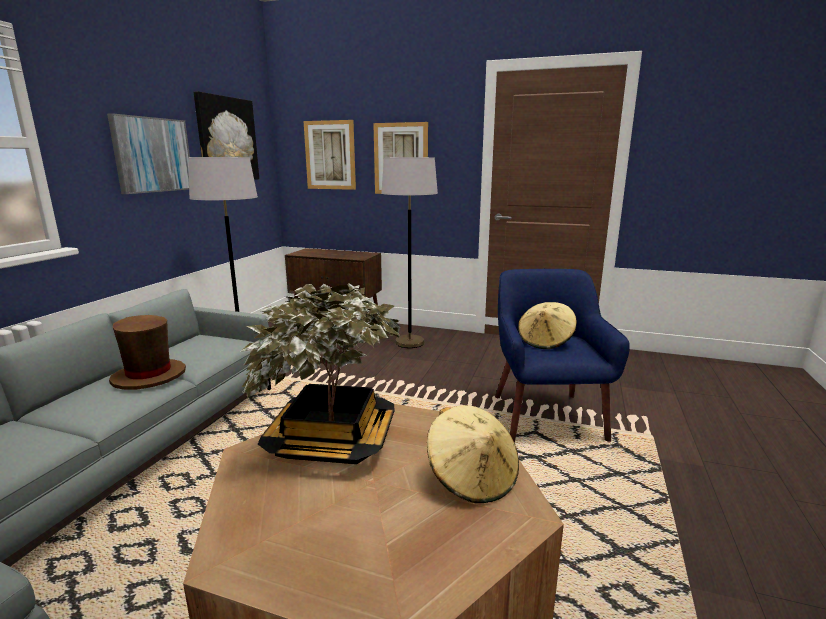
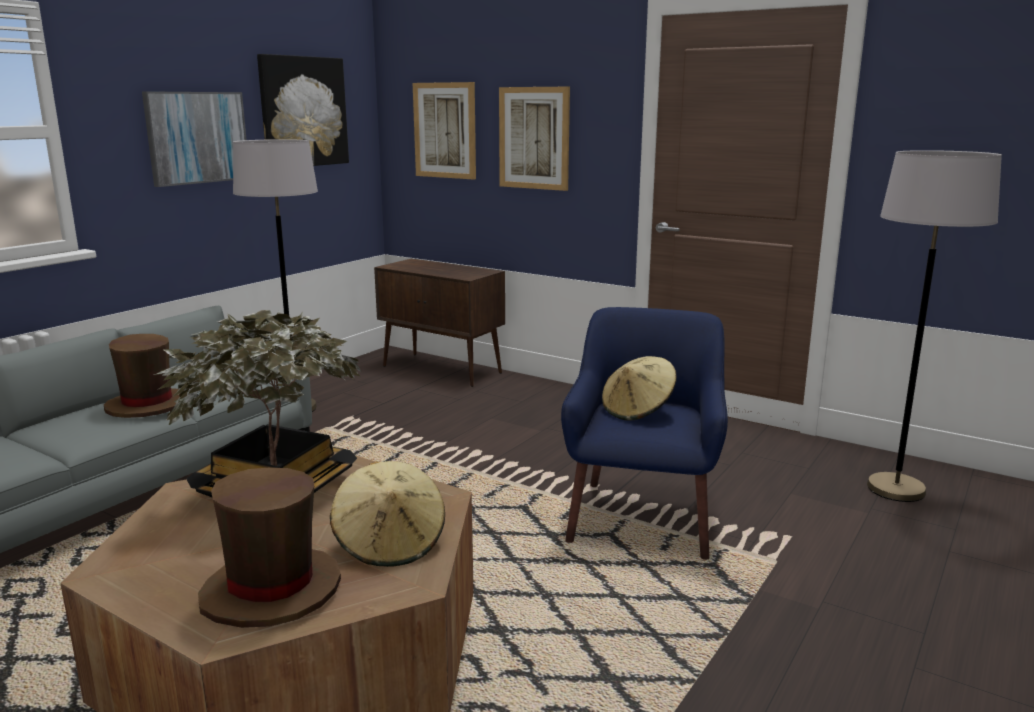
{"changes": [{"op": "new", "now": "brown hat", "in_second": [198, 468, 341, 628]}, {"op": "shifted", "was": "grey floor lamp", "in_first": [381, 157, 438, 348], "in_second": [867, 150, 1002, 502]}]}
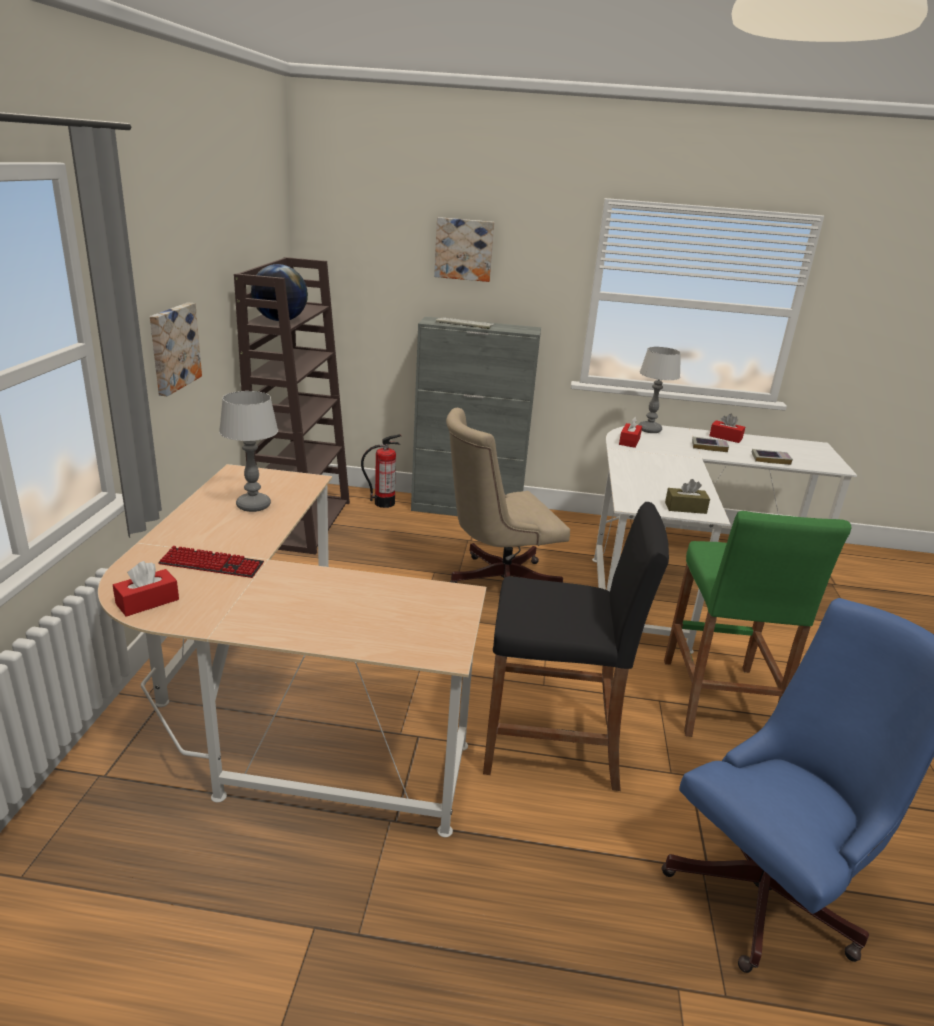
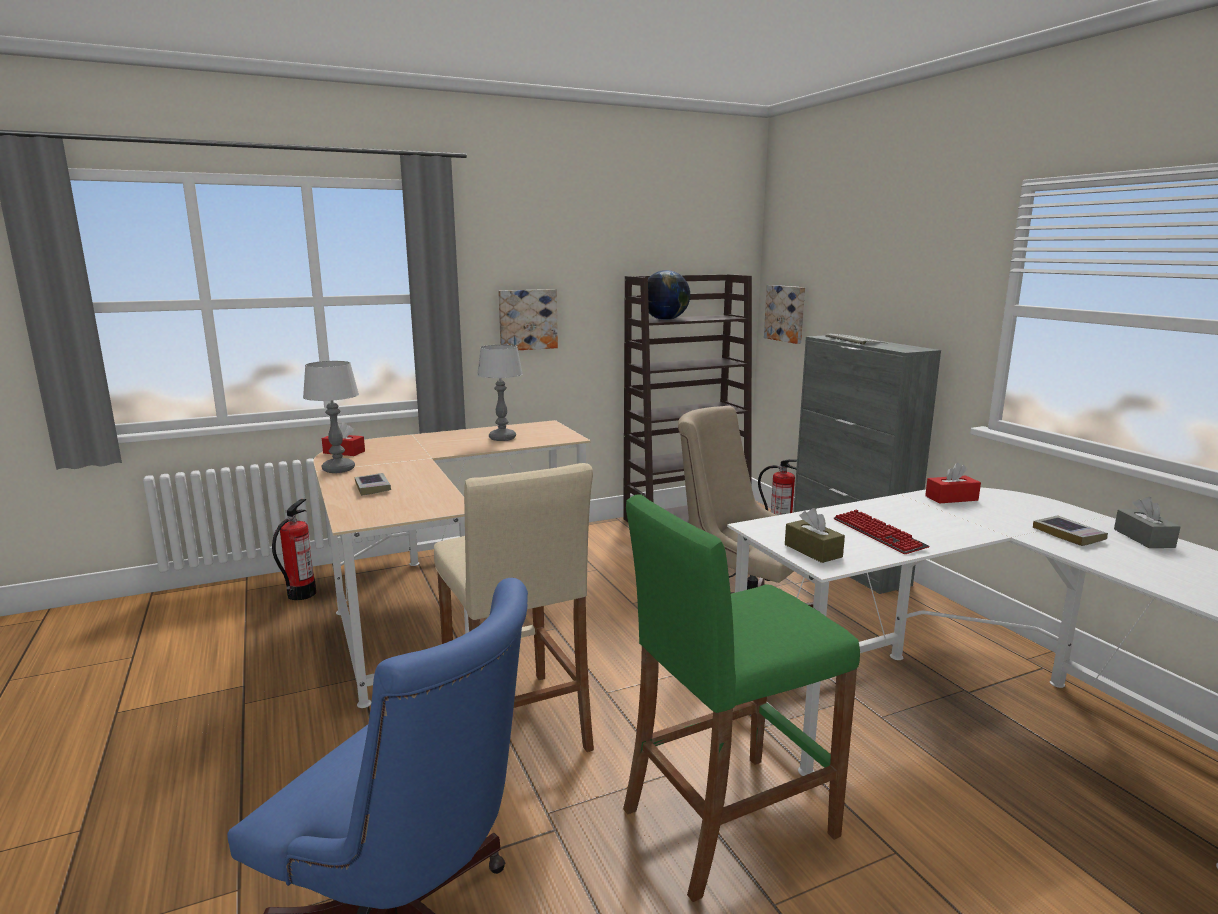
{"changes": [{"op": "new", "now": "fire extinguisher", "in_second": [272, 499, 316, 600]}, {"op": "shifted", "was": "keyboard", "in_first": [158, 546, 264, 578], "in_second": [834, 510, 929, 554]}, {"op": "shifted", "was": "picture", "in_first": [434, 217, 494, 282], "in_second": [764, 285, 805, 344]}, {"op": "shifted", "was": "table lamp", "in_first": [638, 347, 681, 433], "in_second": [303, 361, 359, 473]}, {"op": "shifted", "was": "book", "in_first": [752, 449, 793, 465], "in_second": [354, 473, 391, 496]}, {"op": "repainted", "was": "black stool", "now": "beige stool", "in_first": [483, 502, 669, 791], "in_second": [434, 463, 594, 752]}, {"op": "repainted", "was": "red tissue box", "now": "grey tissue box", "in_first": [709, 414, 745, 443], "in_second": [1114, 497, 1180, 548]}]}
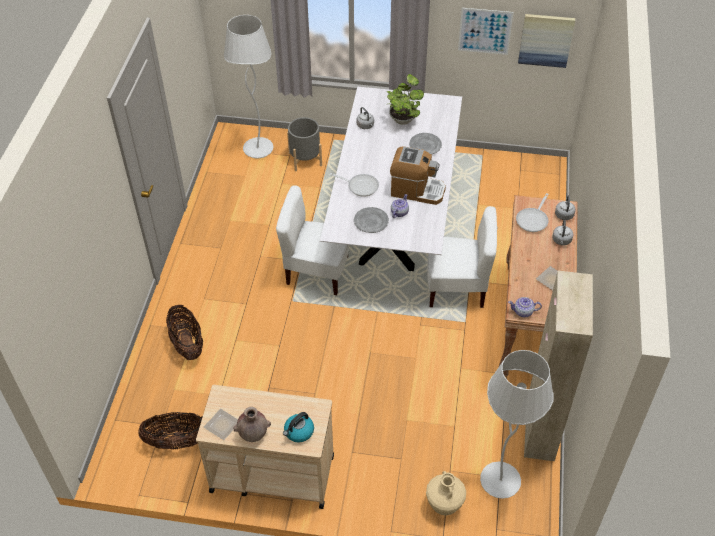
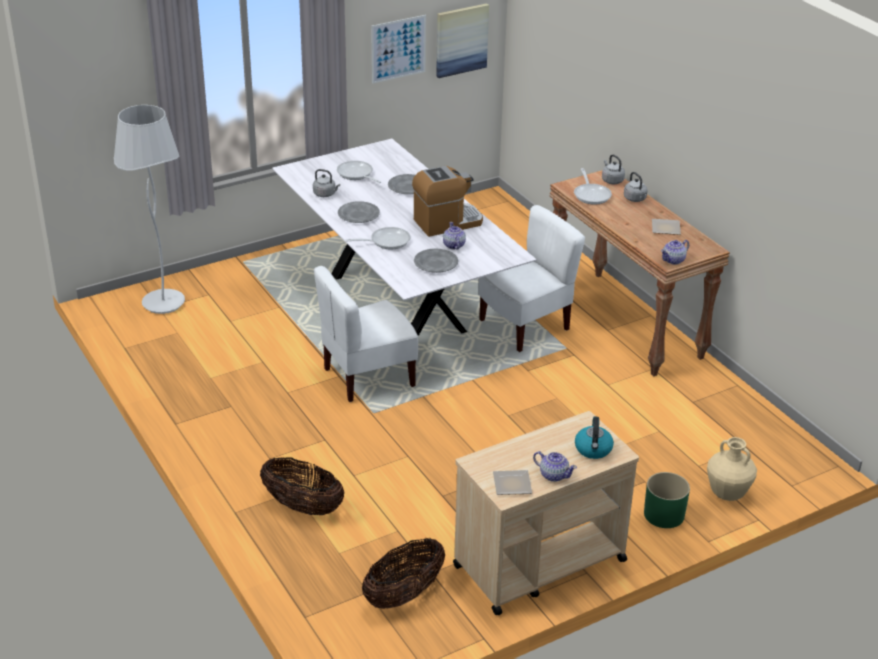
{"changes": [{"op": "gone", "was": "grey planter", "in_first": [287, 117, 322, 171]}, {"op": "gone", "was": "white floor lamp", "in_first": [480, 350, 554, 499]}, {"op": "gone", "was": "beige cabinet", "in_first": [524, 271, 593, 461]}, {"op": "new", "now": "grey plate", "in_second": [338, 201, 380, 223]}, {"op": "new", "now": "green planter", "in_second": [644, 472, 690, 528]}, {"op": "swapped", "was": "brown vase", "now": "teapot", "in_first": [233, 407, 271, 442], "in_second": [533, 451, 577, 482]}, {"op": "swapped", "was": "potted plant", "now": "frying pan", "in_first": [387, 74, 424, 125], "in_second": [337, 161, 381, 183]}]}
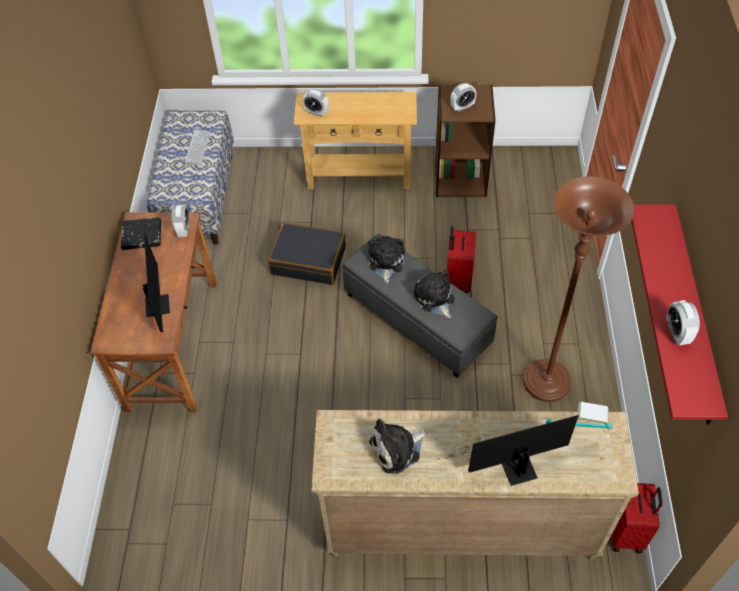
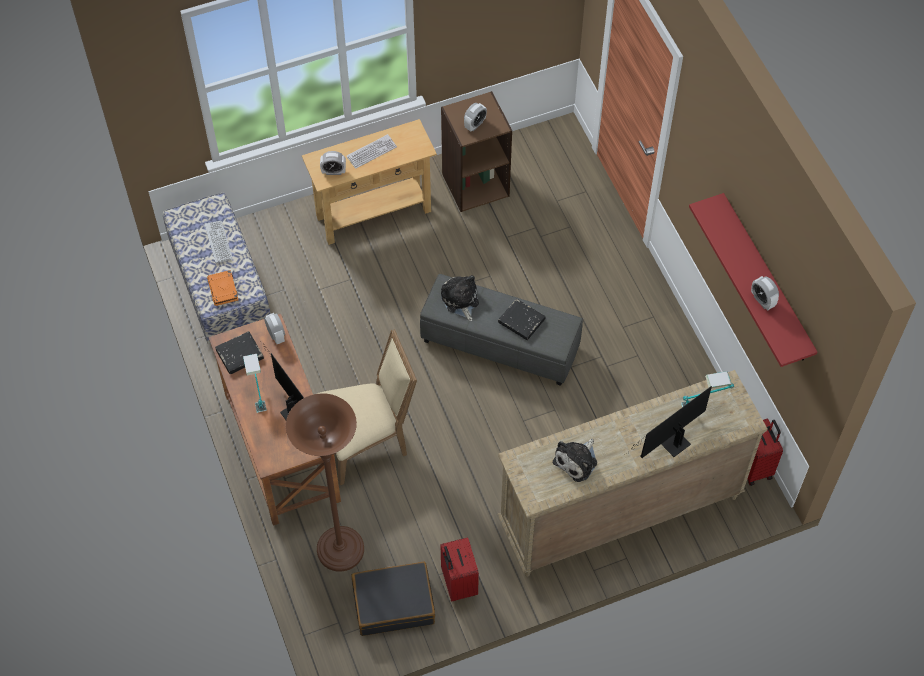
{"changes": [{"op": "new", "now": "orange book", "in_second": [207, 270, 238, 306]}, {"op": "new", "now": "table lamp", "in_second": [243, 354, 267, 413]}, {"op": "new", "now": "beige chair", "in_second": [317, 329, 417, 485]}, {"op": "new", "now": "keyboard", "in_second": [346, 134, 397, 169]}, {"op": "shifted", "was": "black suitcase", "in_first": [268, 223, 346, 285], "in_second": [351, 561, 435, 636]}, {"op": "shifted", "was": "red suitcase", "in_first": [447, 226, 476, 293], "in_second": [440, 537, 479, 602]}, {"op": "shifted", "was": "brown floor lamp", "in_first": [523, 176, 634, 402], "in_second": [286, 393, 364, 572]}, {"op": "swapped", "was": "plush toy", "now": "black book", "in_first": [414, 270, 455, 318], "in_second": [498, 298, 545, 340]}]}
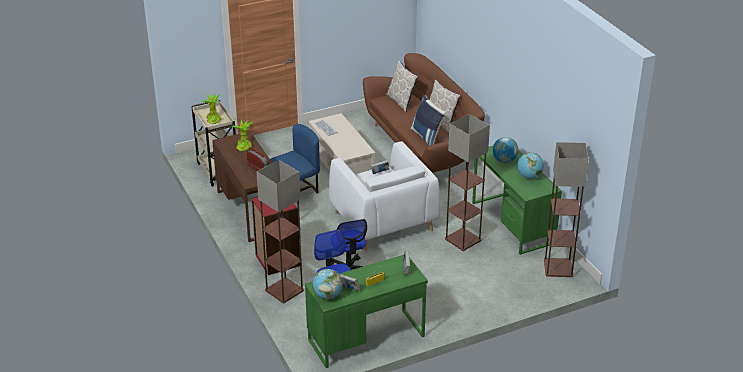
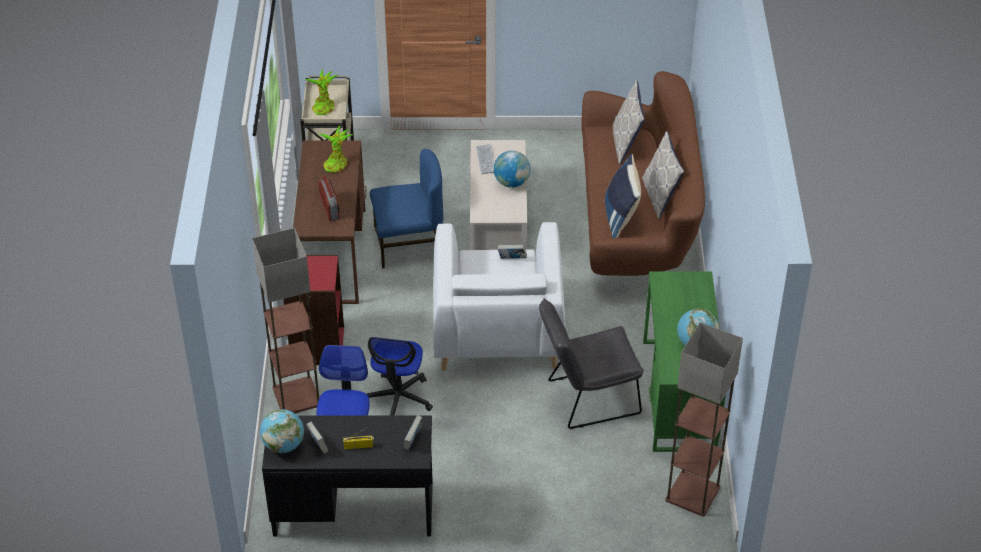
{"changes": [{"op": "shifted", "was": "globe", "in_first": [493, 137, 519, 163], "in_second": [494, 151, 530, 188]}, {"op": "swapped", "was": "floor lamp", "now": "grey chair", "in_first": [445, 114, 490, 251], "in_second": [539, 298, 644, 429]}, {"op": "repainted", "was": "green desk", "now": "black desk", "in_first": [305, 255, 428, 368], "in_second": [262, 415, 433, 537]}]}
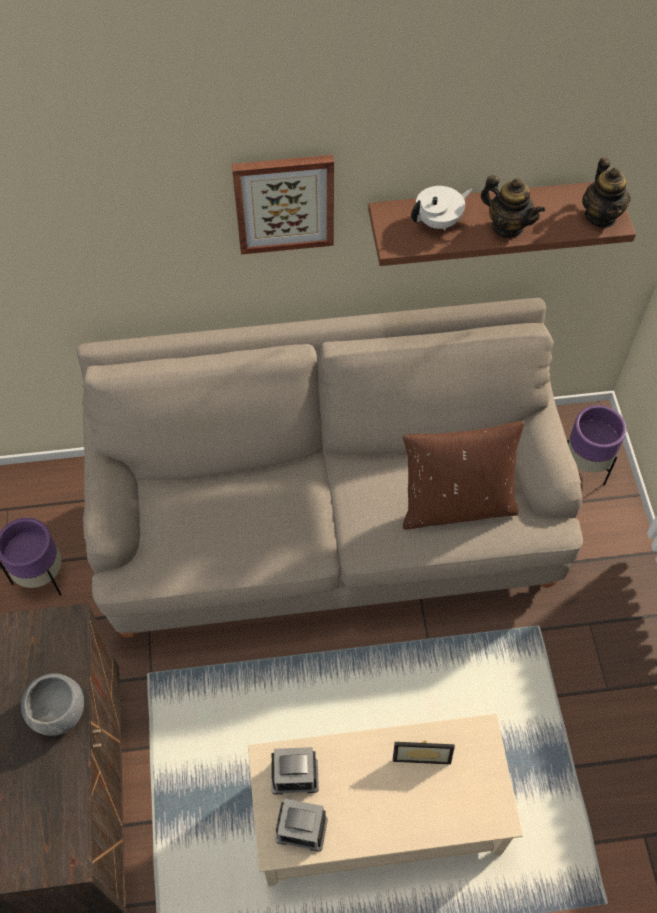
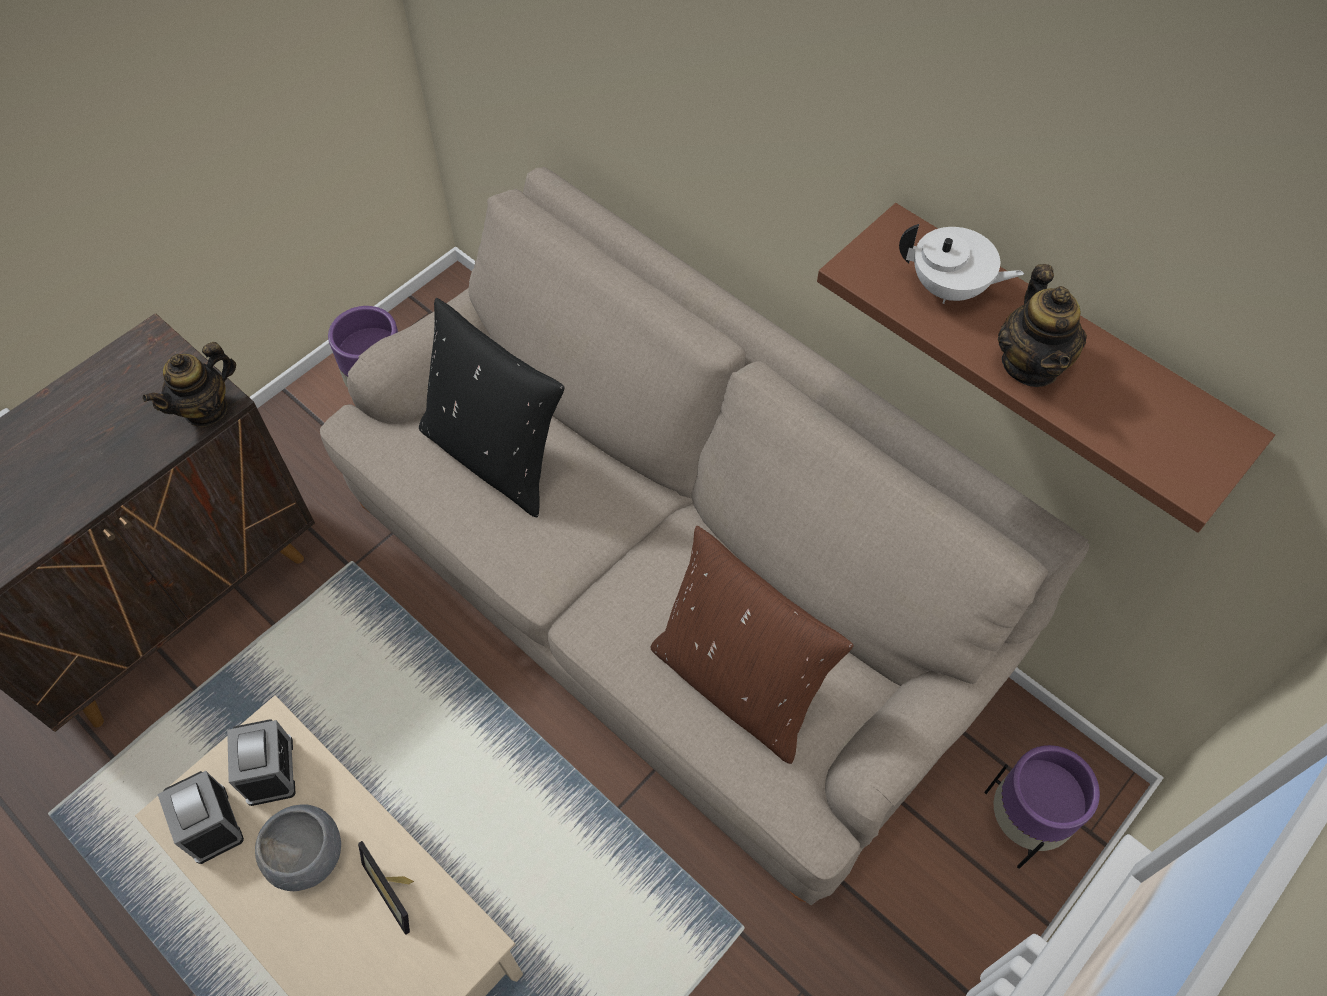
{"changes": [{"op": "gone", "was": "picture", "in_first": [232, 155, 334, 254]}, {"op": "new", "now": "black pillow", "in_second": [419, 298, 565, 517]}, {"op": "shifted", "was": "grey bowl", "in_first": [21, 673, 84, 736], "in_second": [255, 804, 341, 891]}, {"op": "shifted", "was": "teapot", "in_first": [582, 158, 631, 228], "in_second": [142, 342, 236, 427]}, {"op": "rotated", "was": "alarm clock", "in_first": [271, 747, 319, 794], "in_second": [227, 719, 296, 806], "clockwise": -150}]}
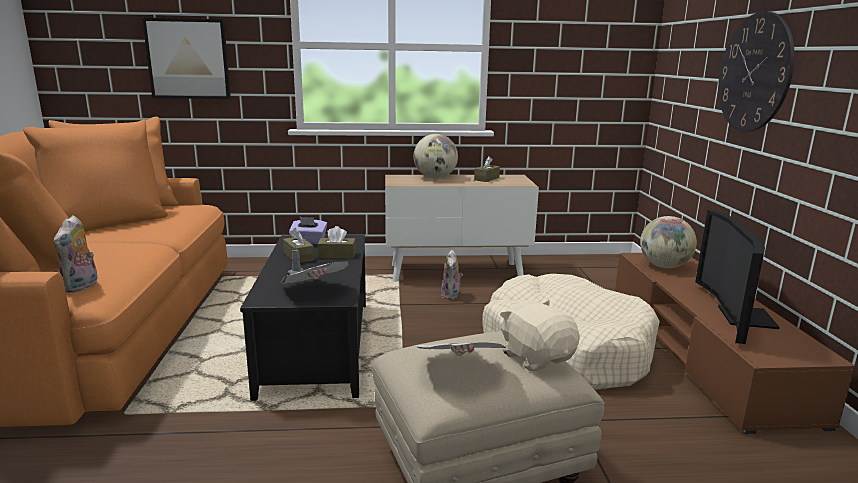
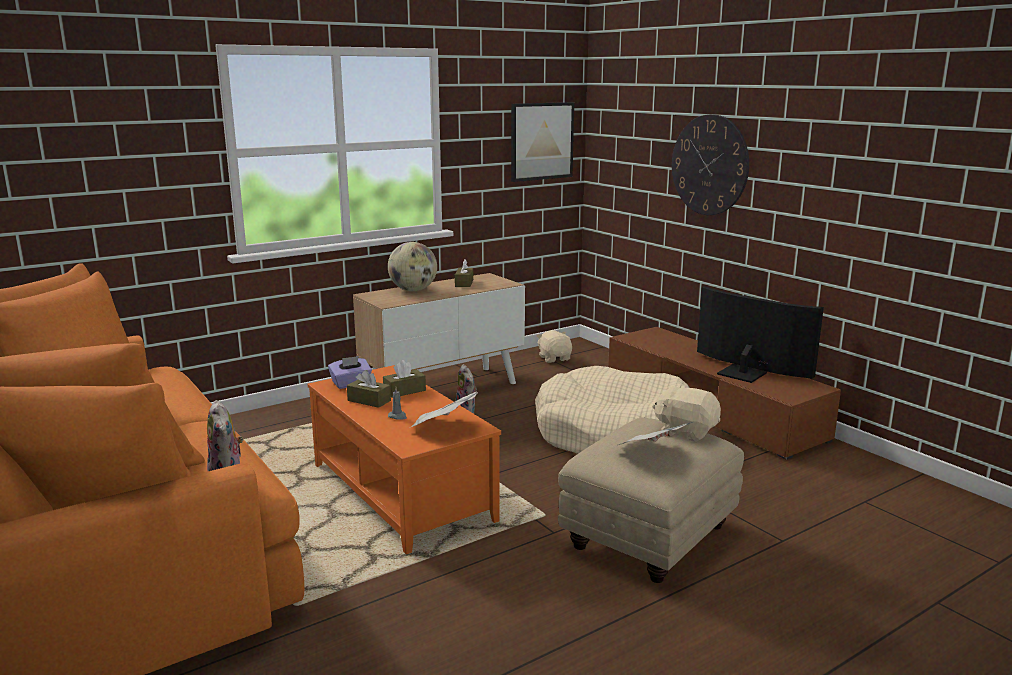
{"changes": [{"op": "gone", "was": "globe", "in_first": [640, 216, 697, 268]}, {"op": "new", "now": "beige plush toy", "in_second": [536, 330, 572, 363]}, {"op": "shifted", "was": "picture", "in_first": [142, 18, 231, 99], "in_second": [511, 102, 574, 182]}, {"op": "repainted", "was": "black coffee table", "now": "orange coffee table", "in_first": [240, 235, 366, 401], "in_second": [308, 365, 501, 554]}, {"op": "rotated", "was": "television", "in_first": [695, 210, 780, 344], "in_second": [697, 286, 824, 383], "clockwise": 150}]}
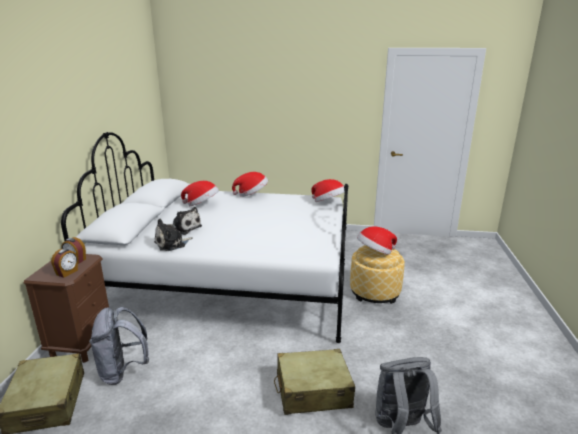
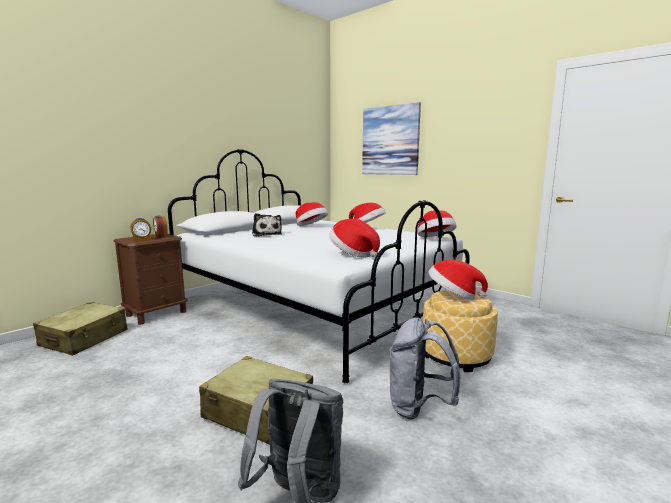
{"changes": [{"op": "gone", "was": "plush toy", "in_first": [154, 219, 192, 251]}, {"op": "new", "now": "hat", "in_second": [329, 219, 380, 258]}, {"op": "new", "now": "picture", "in_second": [362, 102, 421, 175]}, {"op": "shifted", "was": "grey backpack", "in_first": [89, 307, 149, 385], "in_second": [389, 317, 460, 420]}]}
